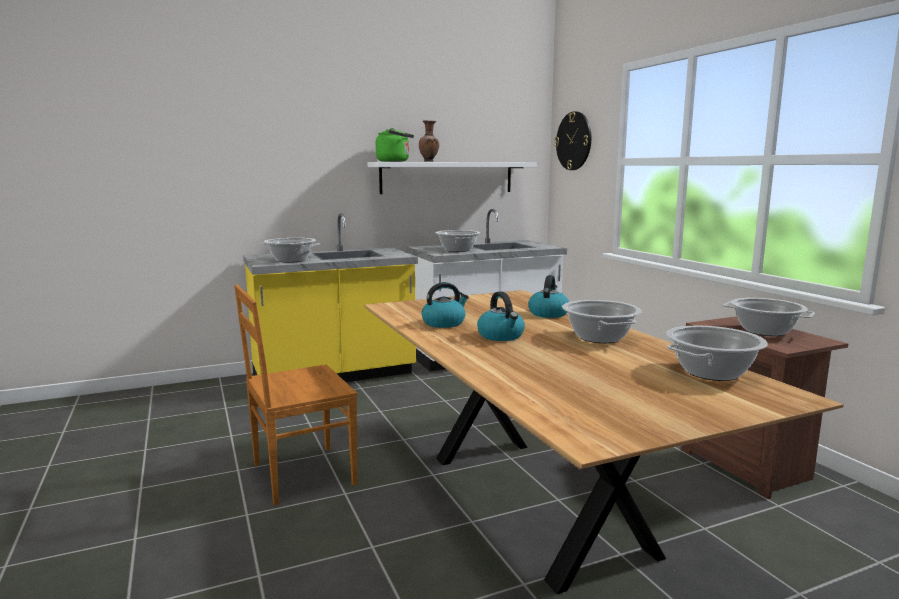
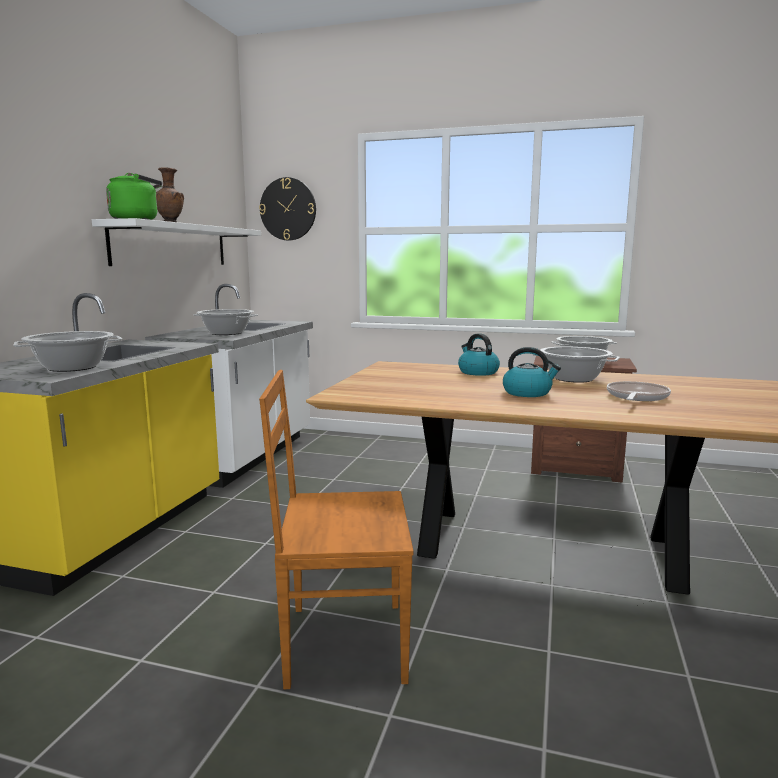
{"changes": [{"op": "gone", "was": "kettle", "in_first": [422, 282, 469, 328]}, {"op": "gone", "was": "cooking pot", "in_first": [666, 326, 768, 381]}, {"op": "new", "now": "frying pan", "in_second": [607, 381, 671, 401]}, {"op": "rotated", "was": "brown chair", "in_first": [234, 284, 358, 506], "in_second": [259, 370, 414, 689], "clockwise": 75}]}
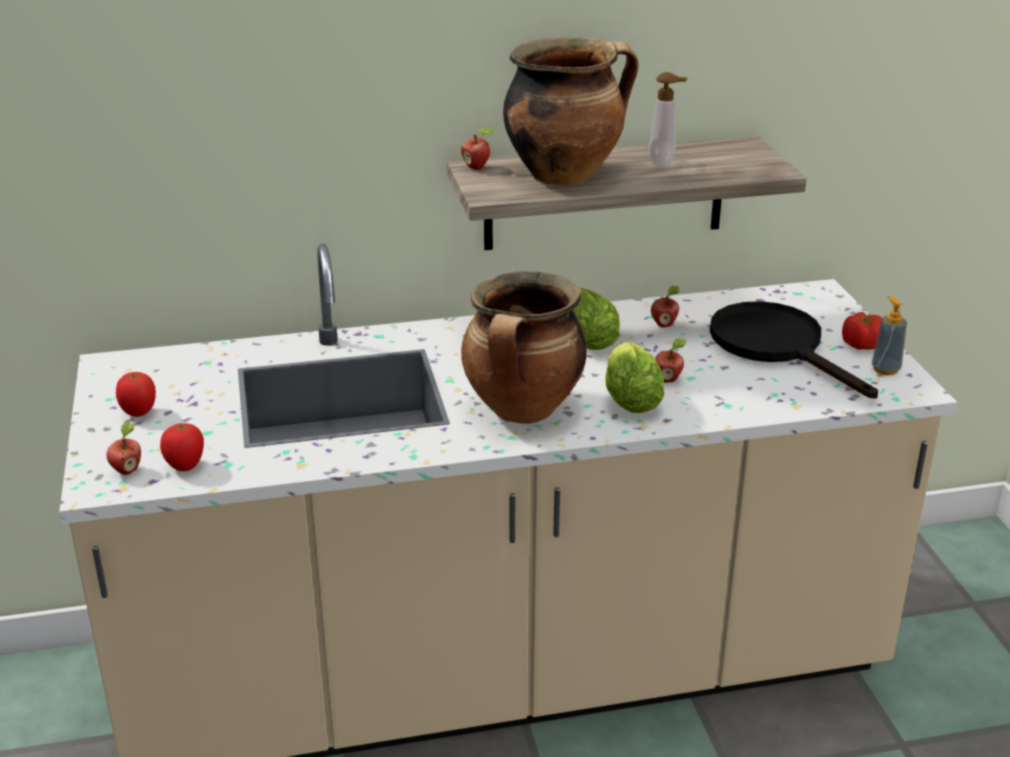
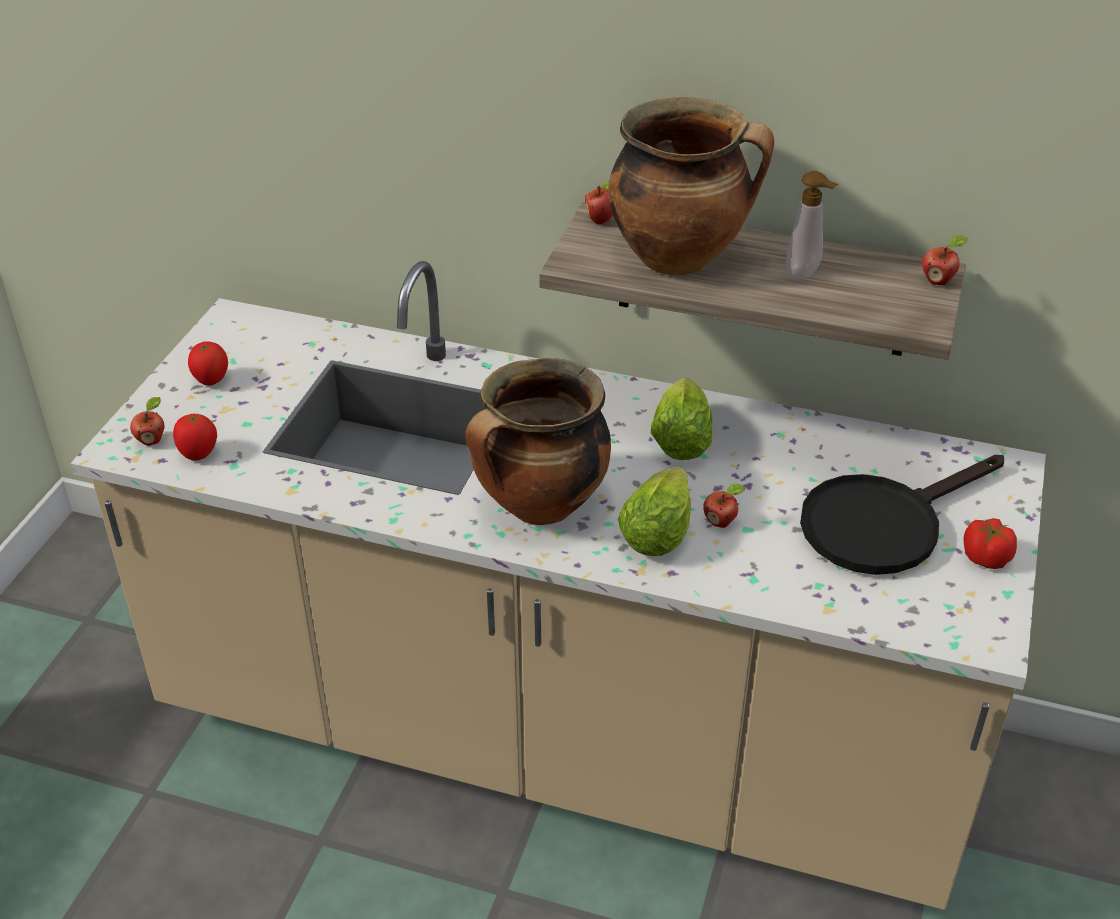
{"changes": [{"op": "gone", "was": "soap dispenser", "in_first": [872, 295, 907, 375]}, {"op": "shifted", "was": "apple", "in_first": [651, 286, 680, 327], "in_second": [922, 235, 968, 285]}, {"op": "rotated", "was": "black frying pan", "in_first": [710, 301, 878, 398], "in_second": [800, 455, 1004, 575], "clockwise": -120}]}
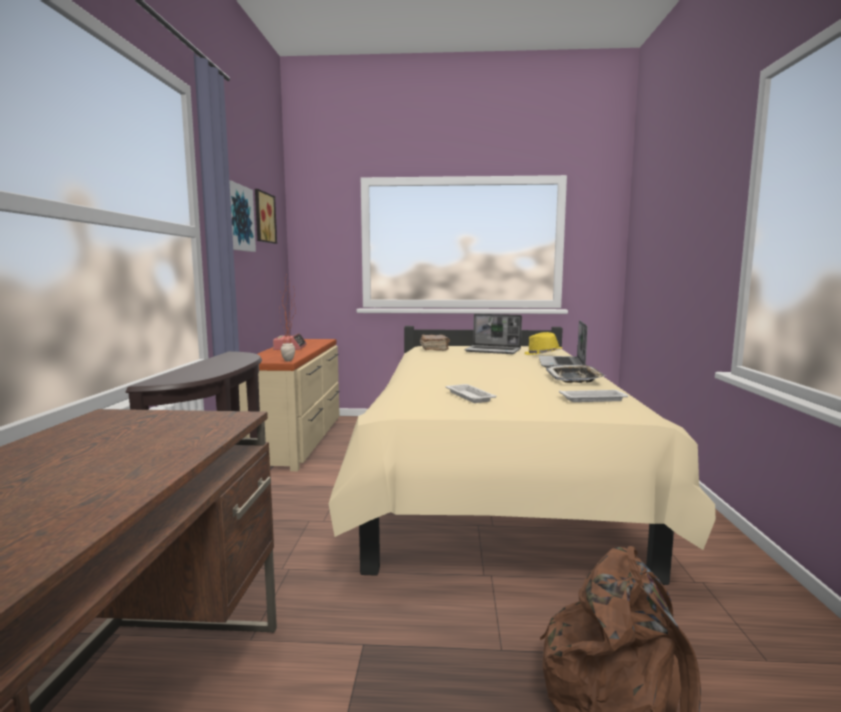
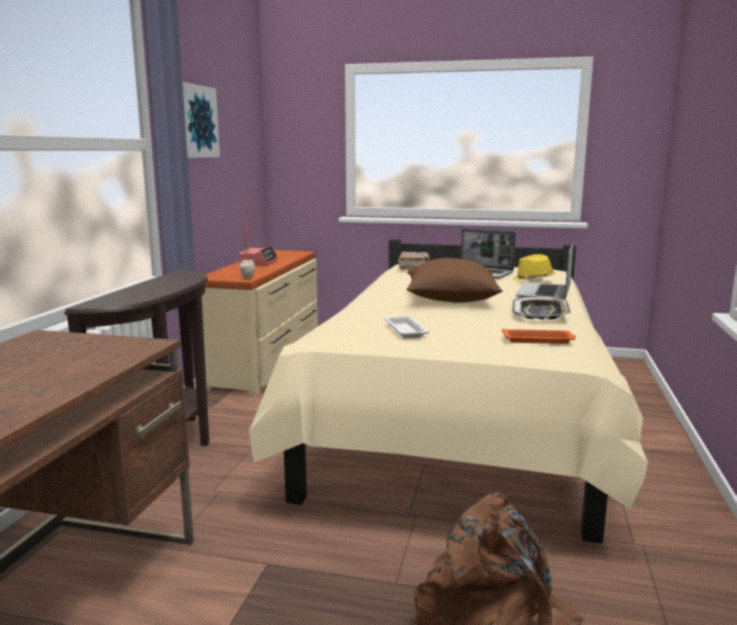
{"changes": [{"op": "gone", "was": "picture", "in_first": [255, 189, 277, 244]}, {"op": "new", "now": "brown pillow", "in_second": [407, 258, 503, 303]}, {"op": "repainted", "was": "white tray", "now": "orange tray", "in_first": [559, 390, 628, 402], "in_second": [502, 328, 576, 344]}]}
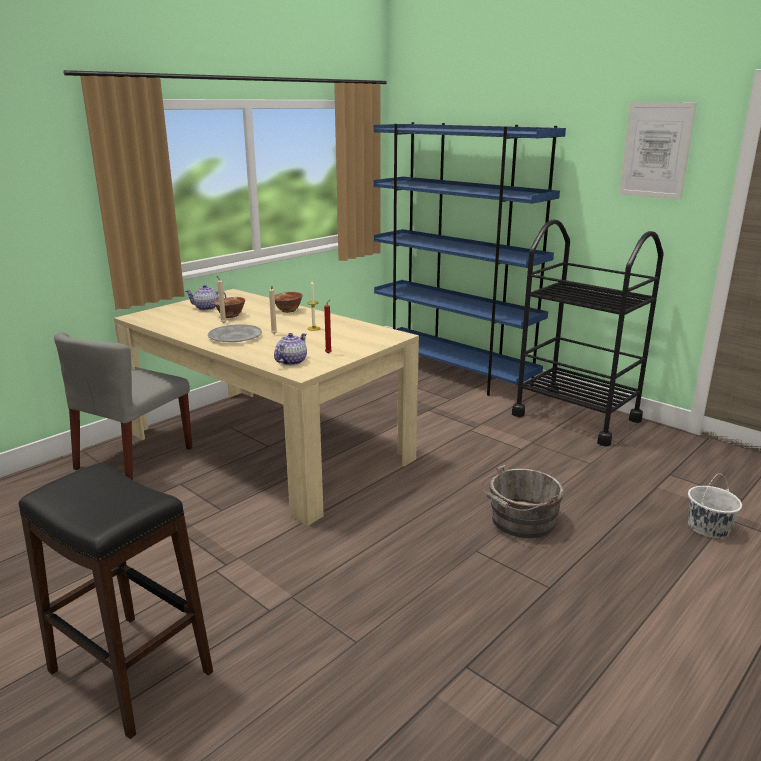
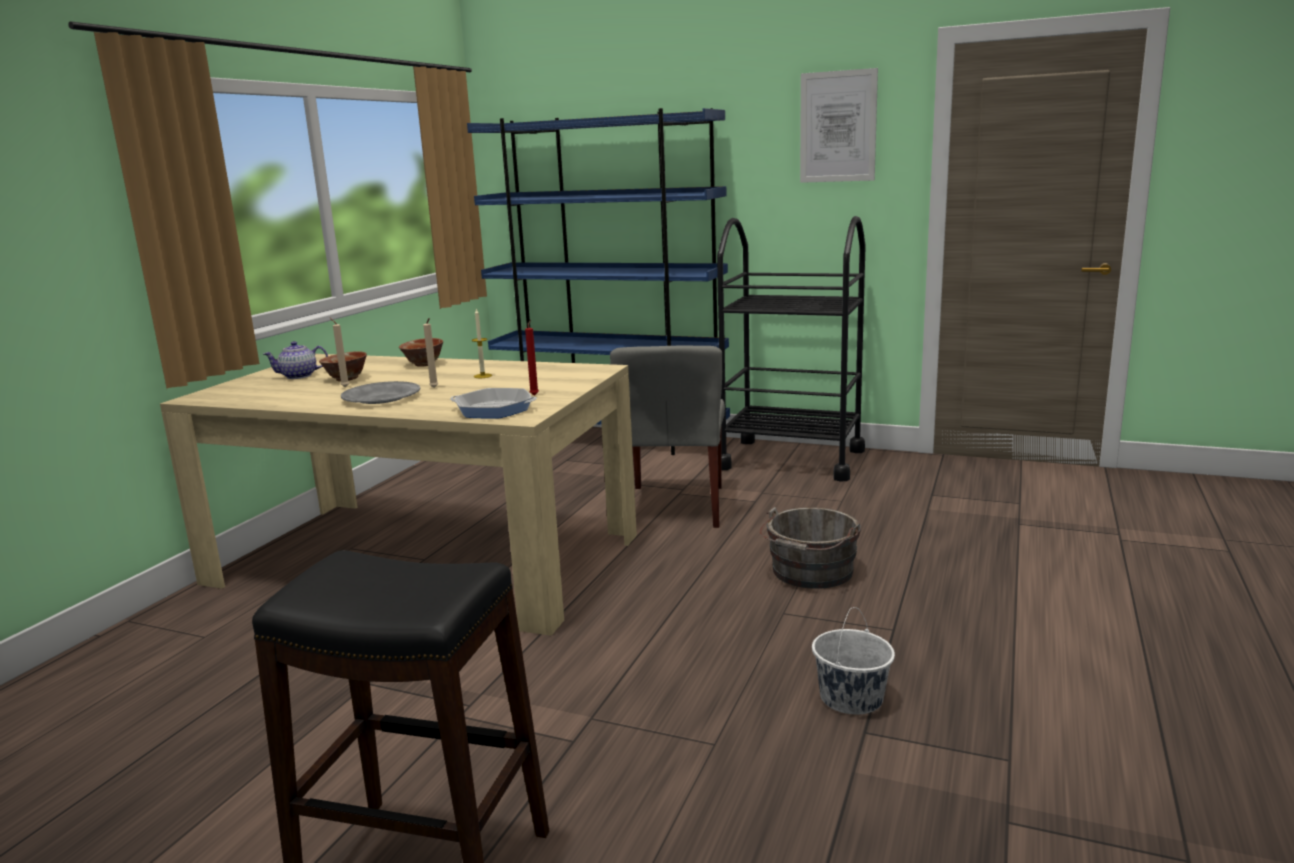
{"changes": [{"op": "shifted", "was": "grey chair", "in_first": [54, 332, 192, 480], "in_second": [610, 346, 725, 528]}, {"op": "shifted", "was": "white bucket", "in_first": [688, 475, 742, 538], "in_second": [812, 607, 895, 715]}, {"op": "swapped", "was": "teapot", "now": "frying pan", "in_first": [274, 333, 307, 365], "in_second": [450, 388, 537, 419]}]}
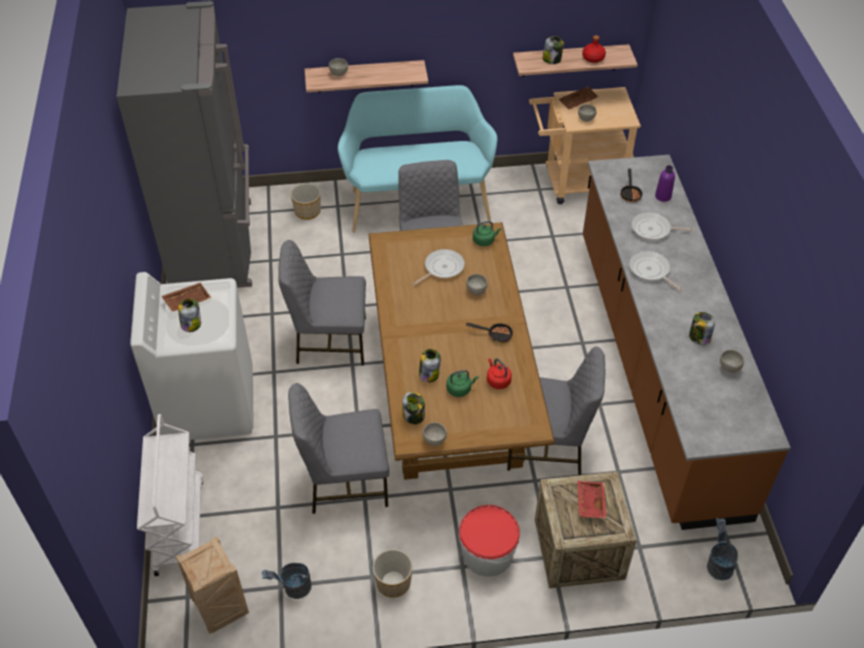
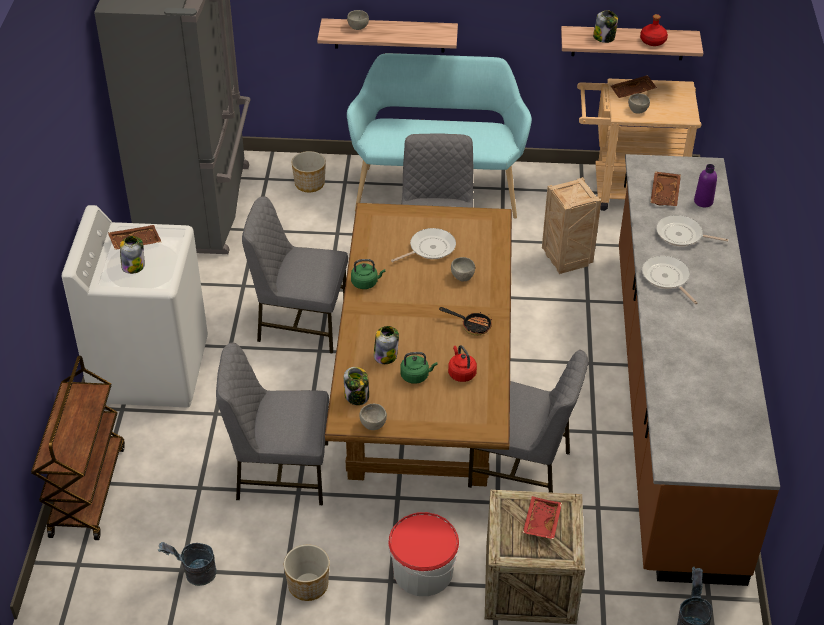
{"changes": [{"op": "gone", "was": "jar", "in_first": [689, 312, 715, 345]}, {"op": "gone", "was": "grey bowl", "in_first": [720, 350, 744, 373]}, {"op": "shifted", "was": "crate", "in_first": [176, 536, 249, 634], "in_second": [542, 177, 601, 274]}, {"op": "shifted", "was": "green kettle", "in_first": [473, 221, 501, 246], "in_second": [351, 259, 385, 289]}, {"op": "swapped", "was": "frying pan", "now": "brown tray", "in_first": [620, 168, 643, 203], "in_second": [650, 172, 681, 206]}, {"op": "repainted", "was": "white cart", "now": "brown cart", "in_first": [137, 414, 203, 576], "in_second": [31, 356, 125, 540]}]}
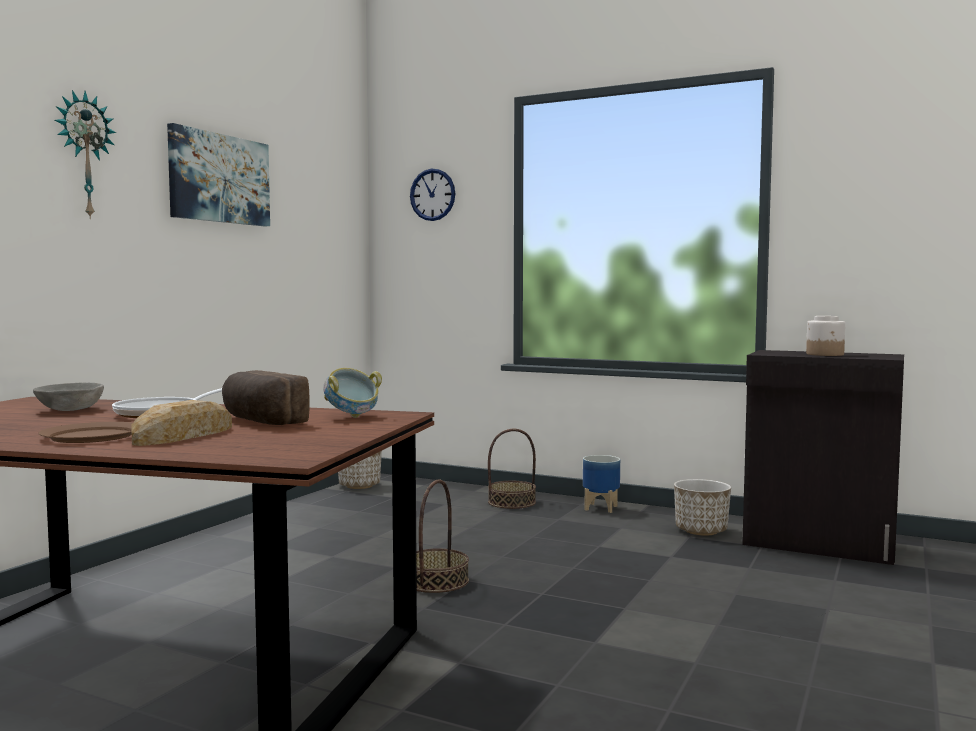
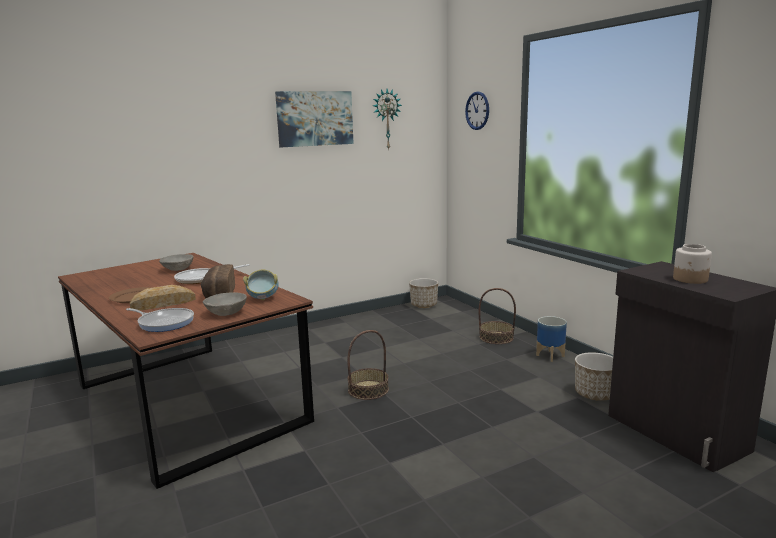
{"changes": [{"op": "new", "now": "frying pan", "in_second": [126, 308, 194, 332]}, {"op": "new", "now": "grey bowl", "in_second": [203, 292, 247, 316]}, {"op": "shifted", "was": "wall clock", "in_first": [55, 90, 116, 219], "in_second": [373, 89, 402, 150]}]}
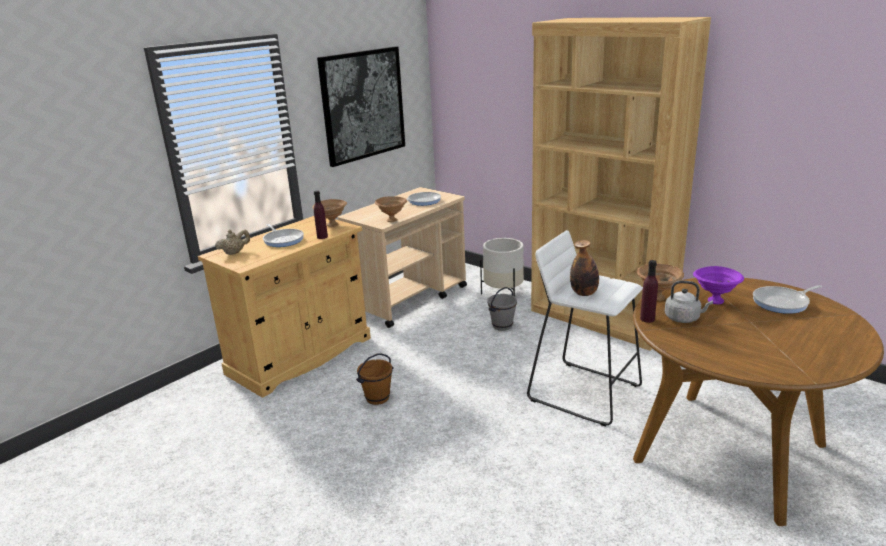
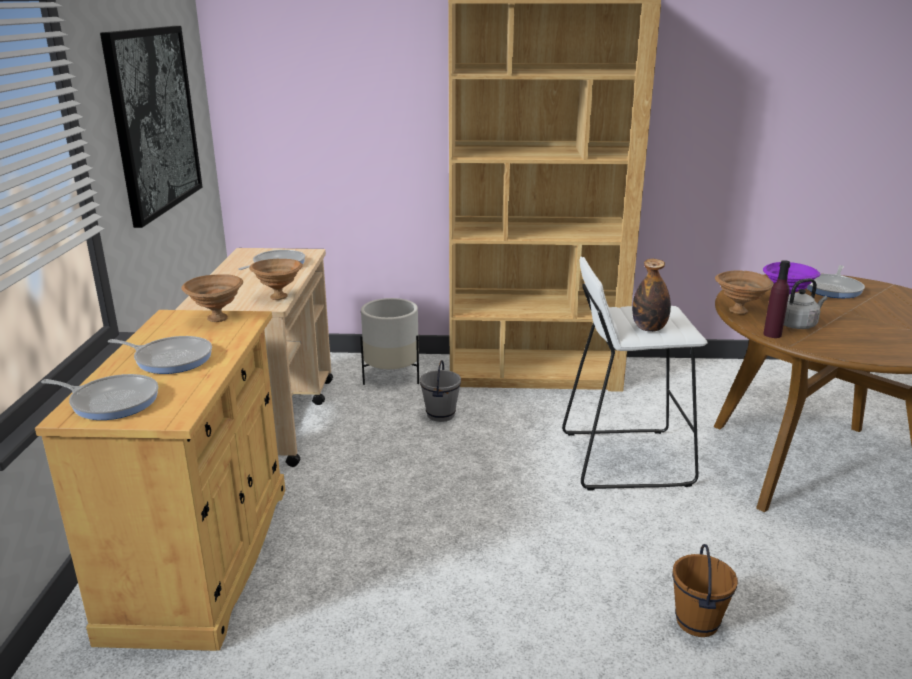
{"changes": [{"op": "gone", "was": "purple bottle", "in_first": [314, 191, 328, 239]}, {"op": "shifted", "was": "brown bucket", "in_first": [356, 353, 393, 405], "in_second": [672, 544, 738, 637]}, {"op": "swapped", "was": "beige teapot", "now": "frying pan", "in_first": [215, 229, 250, 255], "in_second": [41, 374, 158, 420]}]}
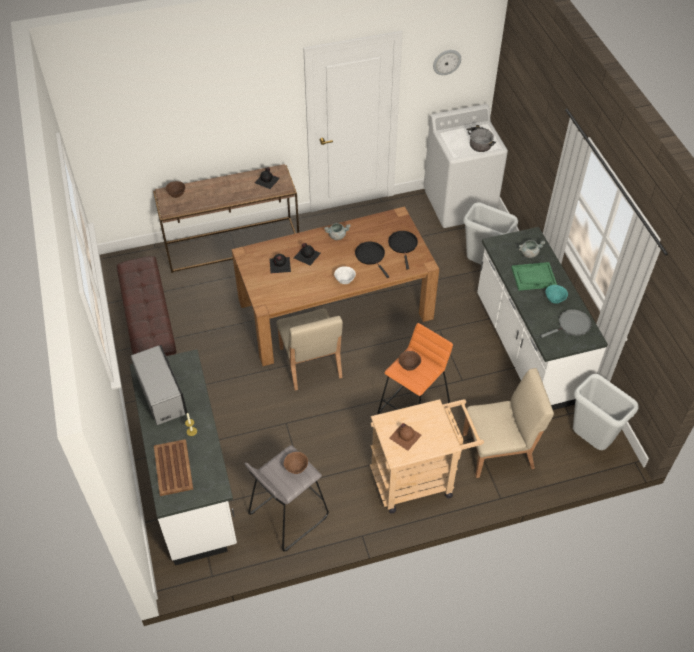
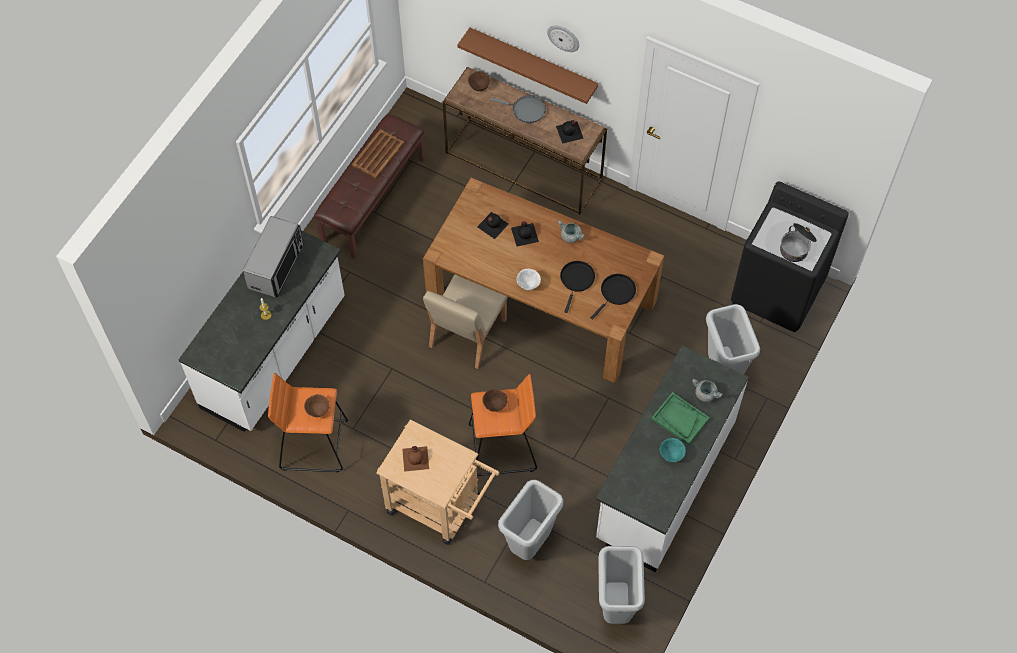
{"changes": [{"op": "new", "now": "brown shelf", "in_second": [457, 28, 599, 104]}, {"op": "shifted", "was": "brown tray", "in_first": [154, 439, 193, 496], "in_second": [352, 129, 405, 179]}, {"op": "shifted", "was": "wall clock", "in_first": [433, 50, 461, 75], "in_second": [547, 25, 579, 52]}, {"op": "shifted", "was": "grey frying pan", "in_first": [540, 309, 592, 338], "in_second": [490, 95, 546, 123]}, {"op": "swapped", "was": "beige chair", "now": "grey trash can", "in_first": [463, 368, 554, 478], "in_second": [498, 480, 563, 560]}, {"op": "repainted", "was": "grey stool", "now": "orange stool", "in_first": [245, 445, 329, 552], "in_second": [268, 373, 348, 472]}, {"op": "repainted", "was": "white washing machine", "now": "black washing machine", "in_first": [423, 104, 508, 228], "in_second": [731, 182, 849, 332]}]}
